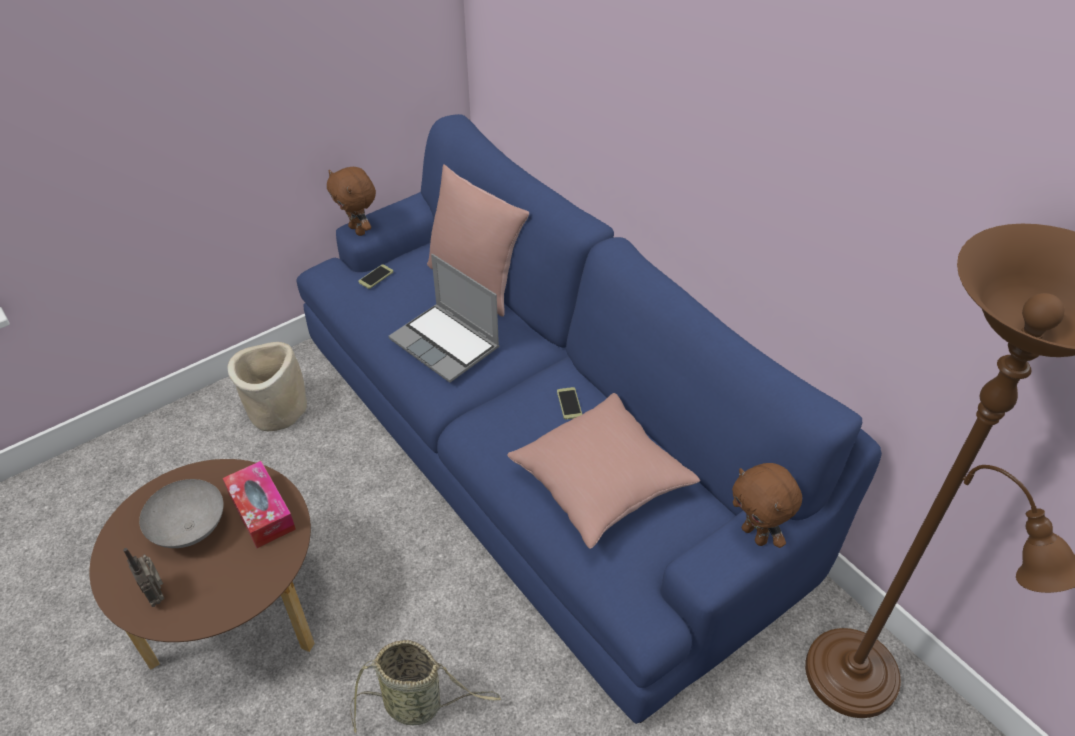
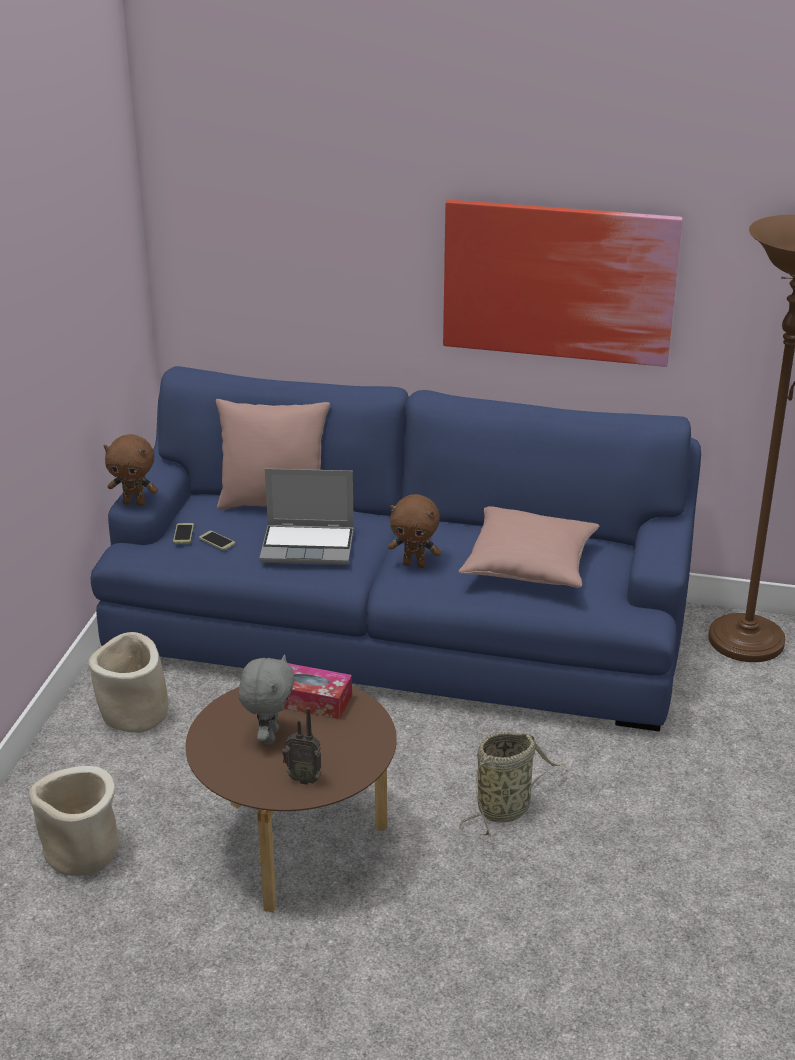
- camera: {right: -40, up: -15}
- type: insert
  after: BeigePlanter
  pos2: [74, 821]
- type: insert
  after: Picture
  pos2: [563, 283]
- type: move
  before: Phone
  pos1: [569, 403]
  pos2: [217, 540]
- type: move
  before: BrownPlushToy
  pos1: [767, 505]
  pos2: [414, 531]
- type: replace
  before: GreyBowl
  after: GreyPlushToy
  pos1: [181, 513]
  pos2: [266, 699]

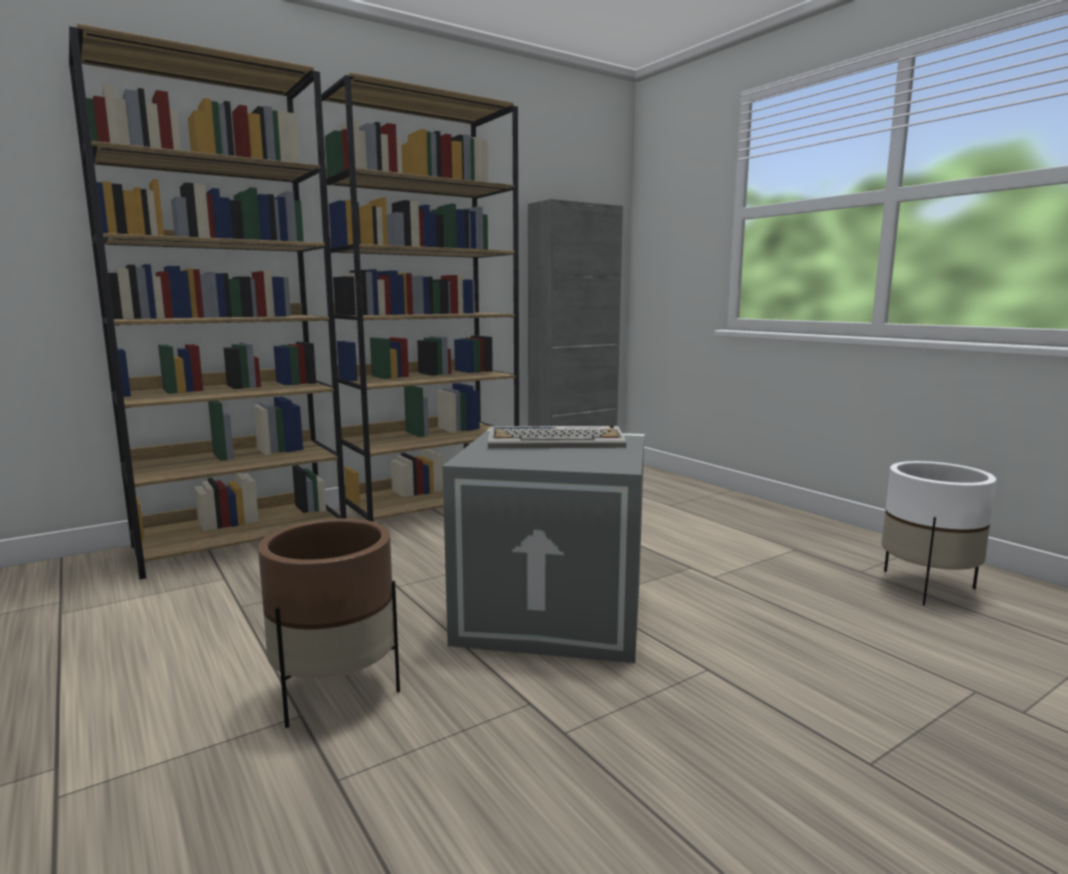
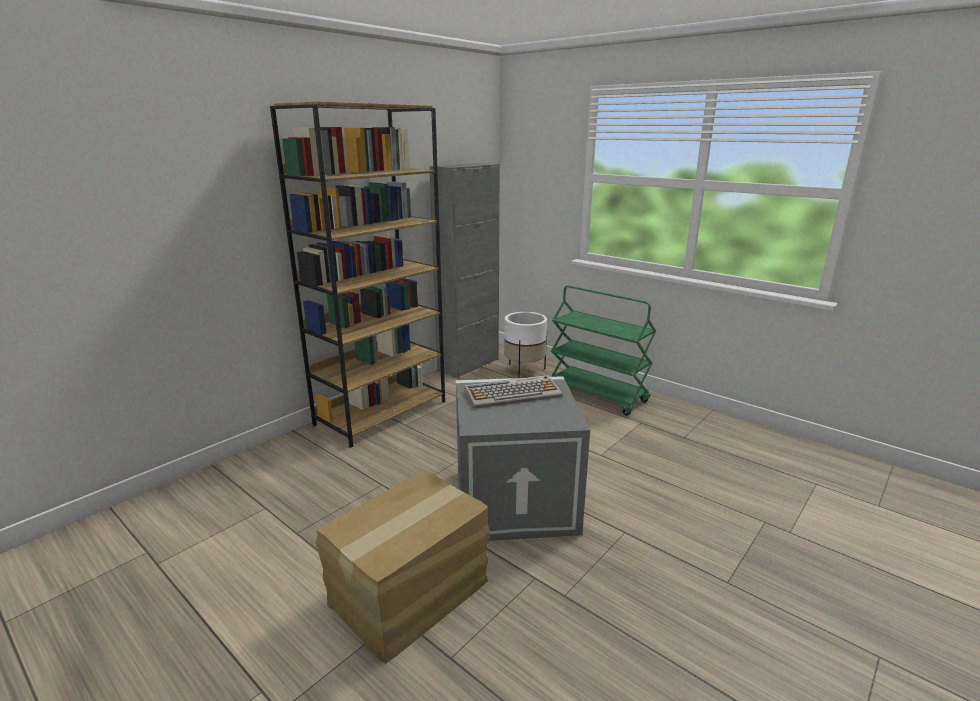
- camera: {right: -15, up: 10}
- type: delete
  before: BrownBookcase
  pos1: [208, 301]
- type: insert
  after: GreenCart
  pos2: [603, 350]
- type: move
  before: WhitePlanter
  pos1: [938, 533]
  pos2: [525, 345]
- type: replace
  before: BrownPlanter
  after: CardboardBox
  pos1: [329, 623]
  pos2: [403, 567]

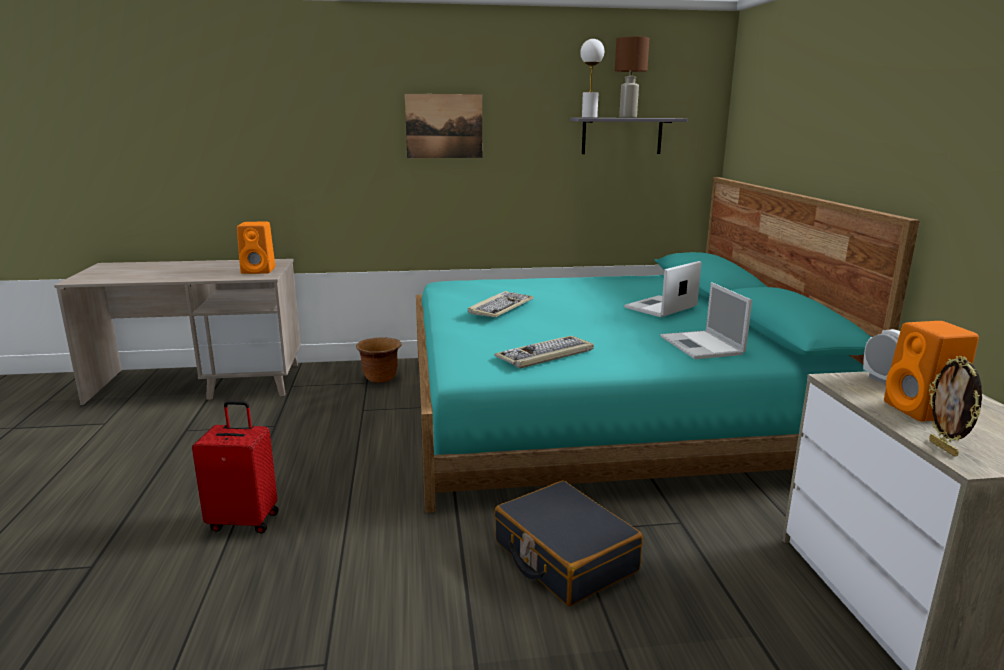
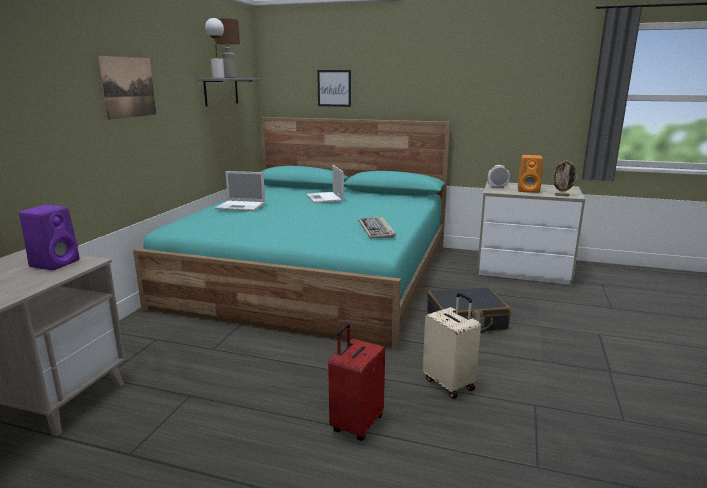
- camera: {right: -65, up: 0}
- type: delete
  before: BrownPlanter
  pos1: [378, 360]
- type: delete
  before: Keyboard
  pos1: [501, 304]
- type: insert
  after: Picture
  pos2: [334, 88]
- type: insert
  after: BeigeSuitcase
  pos2: [452, 346]
- type: move
  before: Laptop
  pos1: [706, 320]
  pos2: [240, 191]
- type: recolor
  before: OrangeSpeaker
  after: PurpleSpeaker
  pos1: [256, 248]
  pos2: [49, 237]

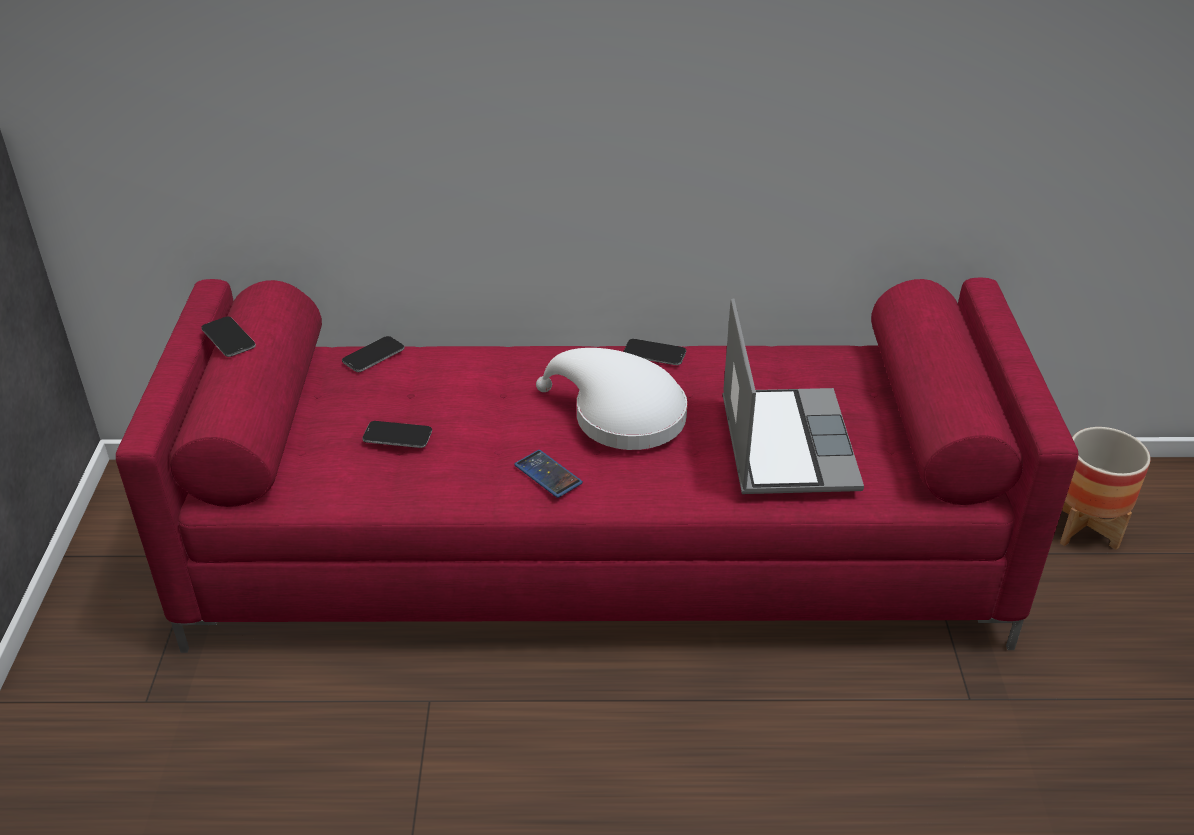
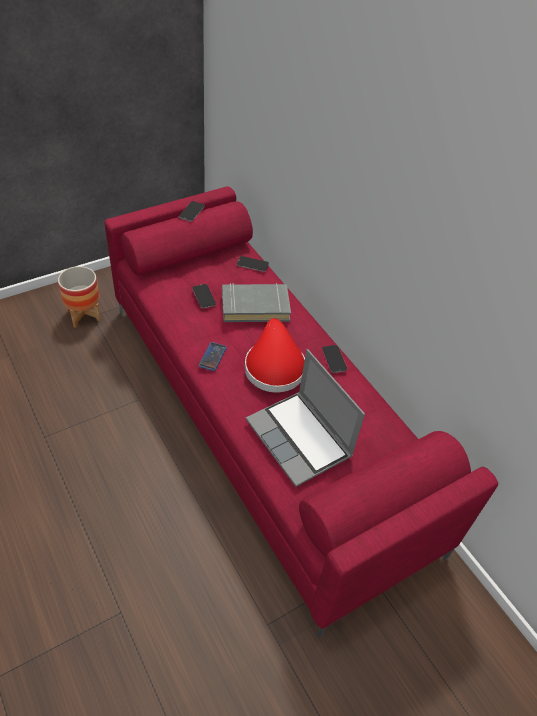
- camera: {right: 55, up: 10}
- type: insert
  after: GreyBook
  pos2: [256, 302]
- type: move
  before: Planter
  pos1: [1105, 488]
  pos2: [79, 297]
- type: recolor
  before: WhiteHat
  after: RedHat
  pos1: [611, 399]
  pos2: [275, 355]
- type: rotate
  before: Laptop
  pos1: [793, 396]
  pos2: [305, 418]
  turn: 90

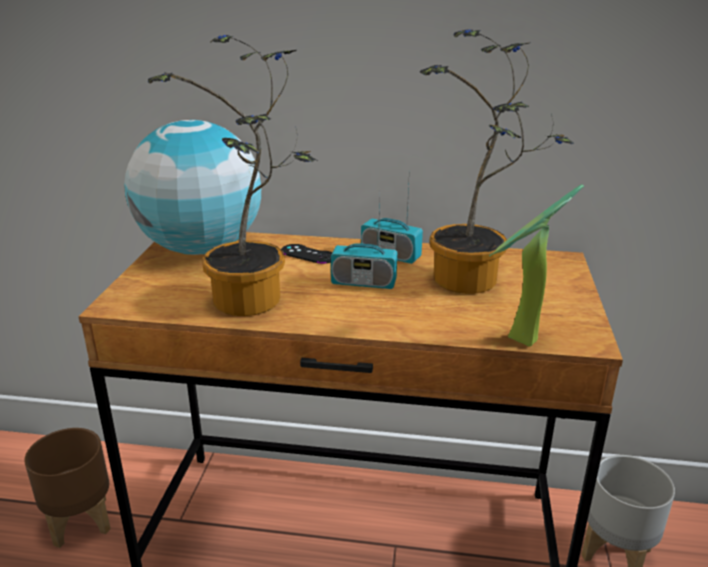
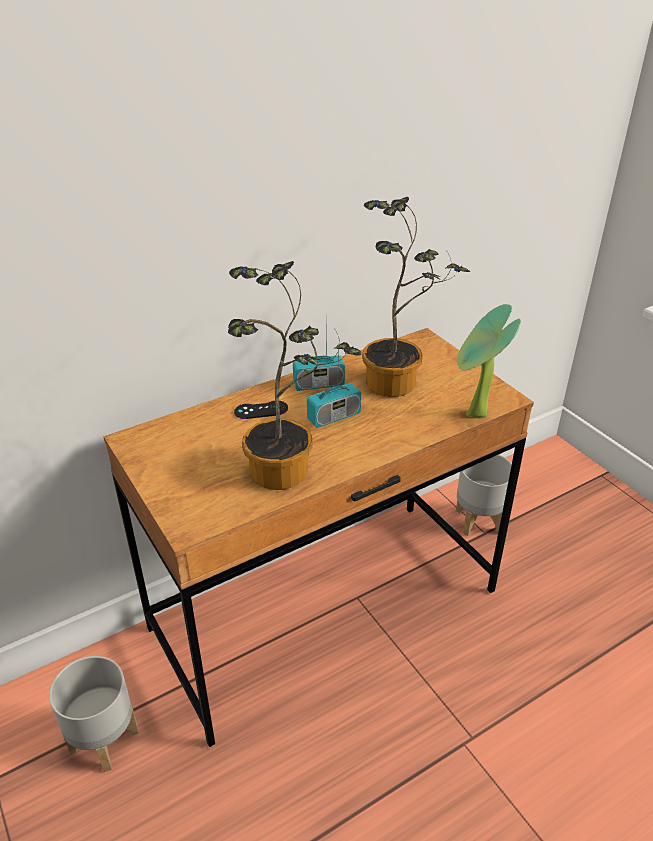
- camera: {right: -40, up: 10}
- type: delete
  before: Globe
  pos1: [192, 187]
- type: recolor
  before: BrownPlanter
  after: GreyPlanter
  pos1: [67, 488]
  pos2: [94, 714]

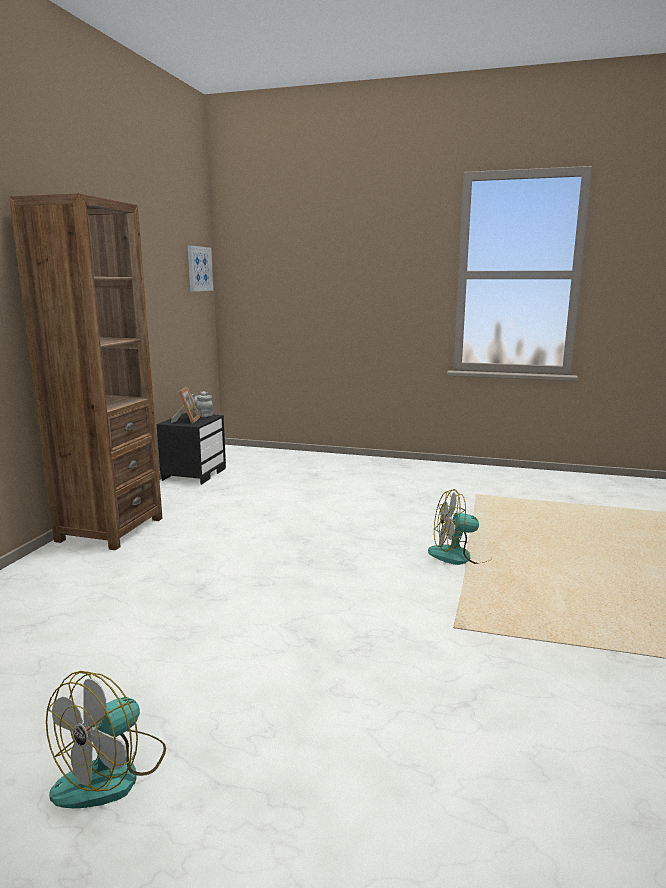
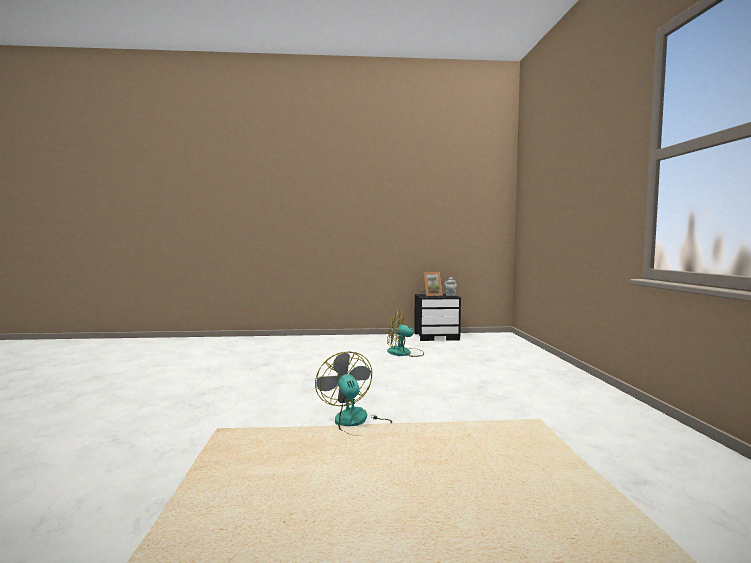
- camera: {right: 70, up: -10}
- type: delete
  before: BrownBookcase
  pos1: [85, 371]
- type: delete
  before: Picture
  pos1: [200, 268]
- type: move
  before: Fan
  pos1: [106, 739]
  pos2: [405, 333]

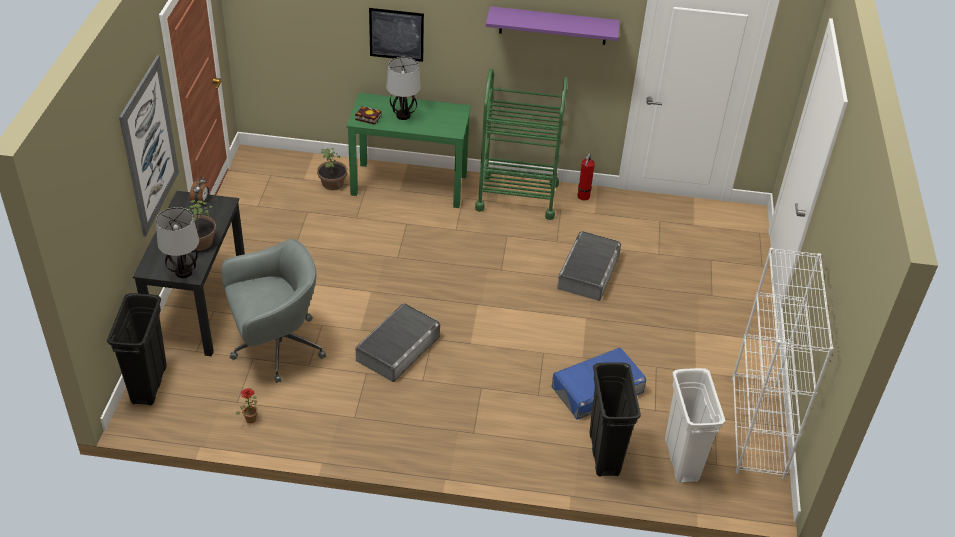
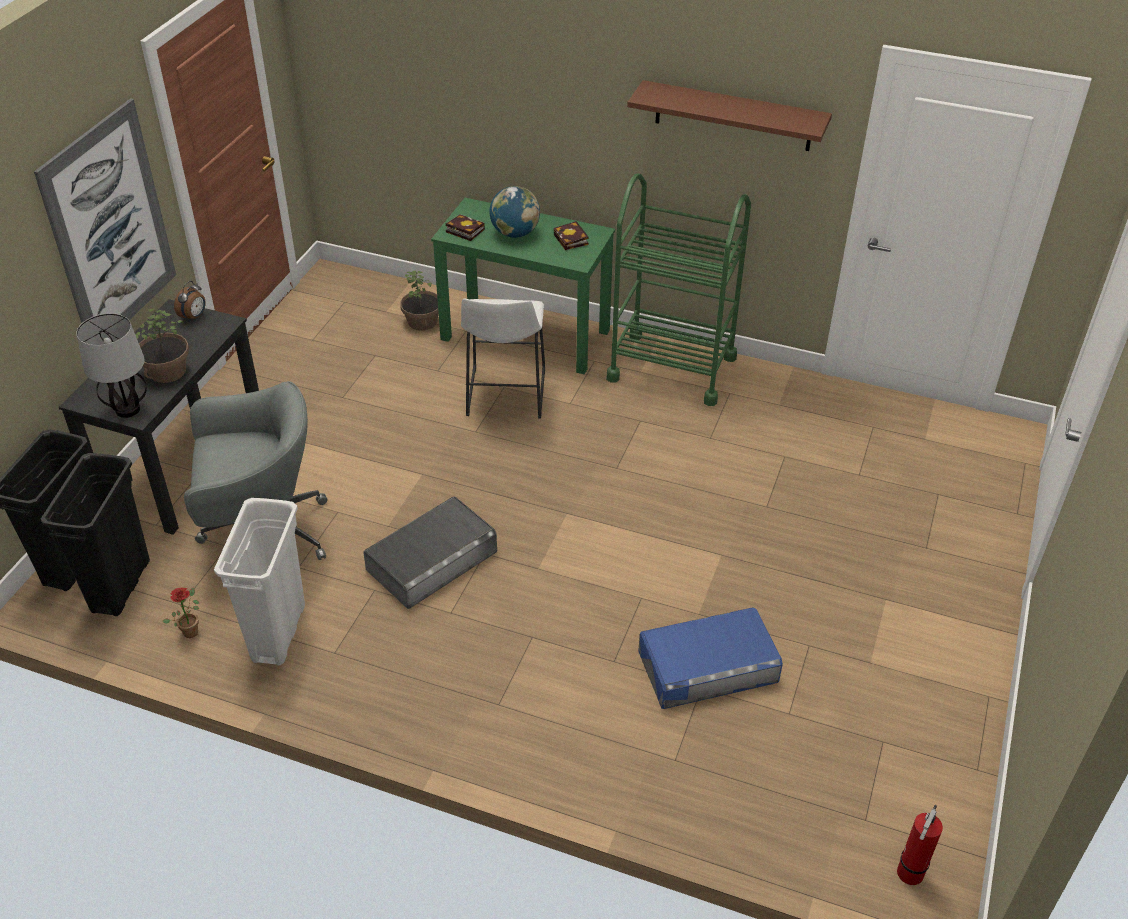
- camera: {right: 15, up: 0}
- type: delete
  before: Picture
  pos1: [396, 35]
- type: delete
  before: GreyStorageBox
  pos1: [589, 266]
- type: delete
  before: WhiteBookcase
  pos1: [782, 364]
- type: insert
  after: WhiteStool
  pos2: [503, 358]
- type: insert
  after: Book
  pos2: [570, 235]
- type: move
  before: FireExtinguisher
  pos1: [586, 177]
  pos2: [920, 845]
- type: move
  before: BlackTrashCan
  pos1: [615, 419]
  pos2: [95, 534]
- type: move
  before: WhiteTrashCan
  pos1: [695, 425]
  pos2: [259, 582]
- type: replace
  before: TableLamp
  after: Globe
  pos1: [403, 88]
  pos2: [514, 212]
- type: recolor
  before: PurpleShelf
  after: BrownShelf
  pos1: [553, 25]
  pos2: [729, 115]

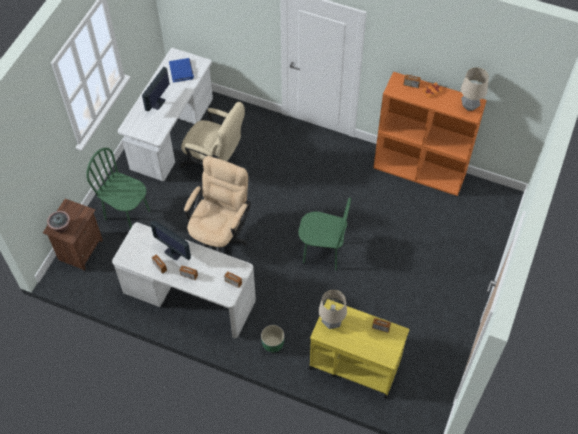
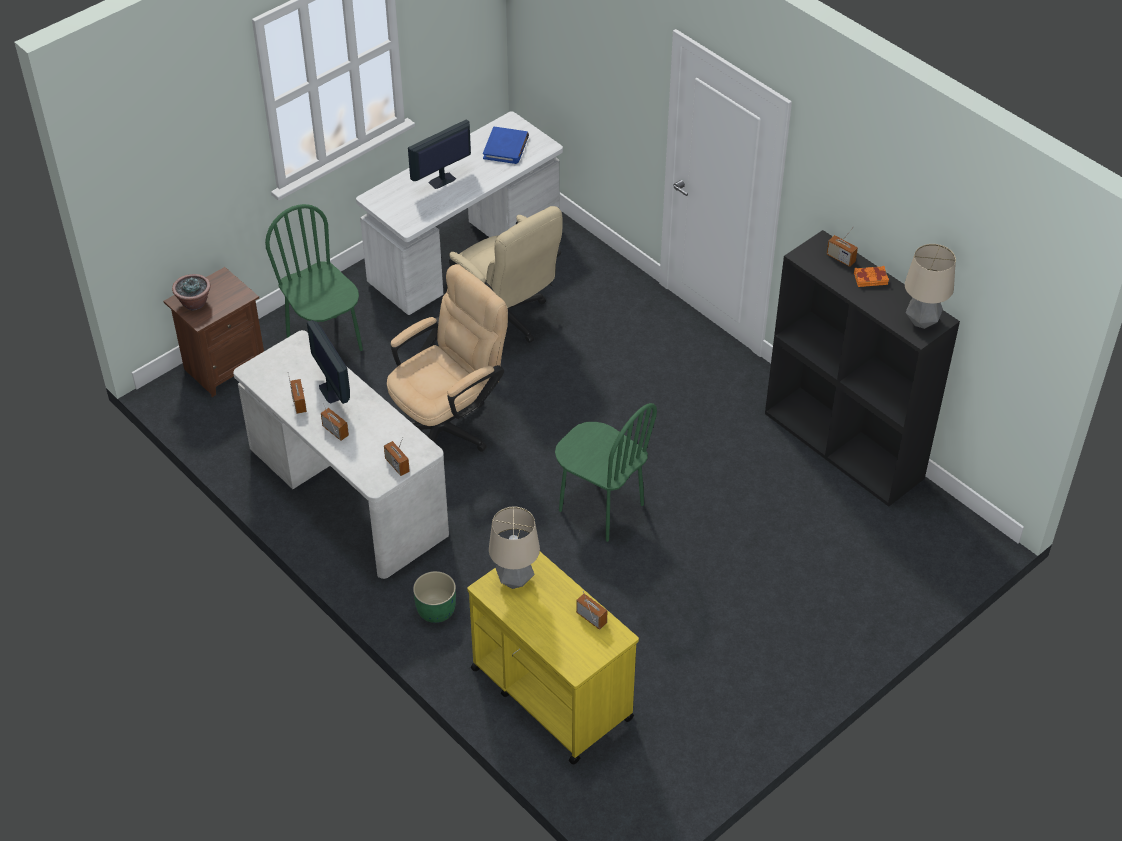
- camera: {right: 25, up: -10}
- type: recolor
  before: OrangeBookcase
  after: BlackBookcase
  pos1: [430, 134]
  pos2: [862, 368]

